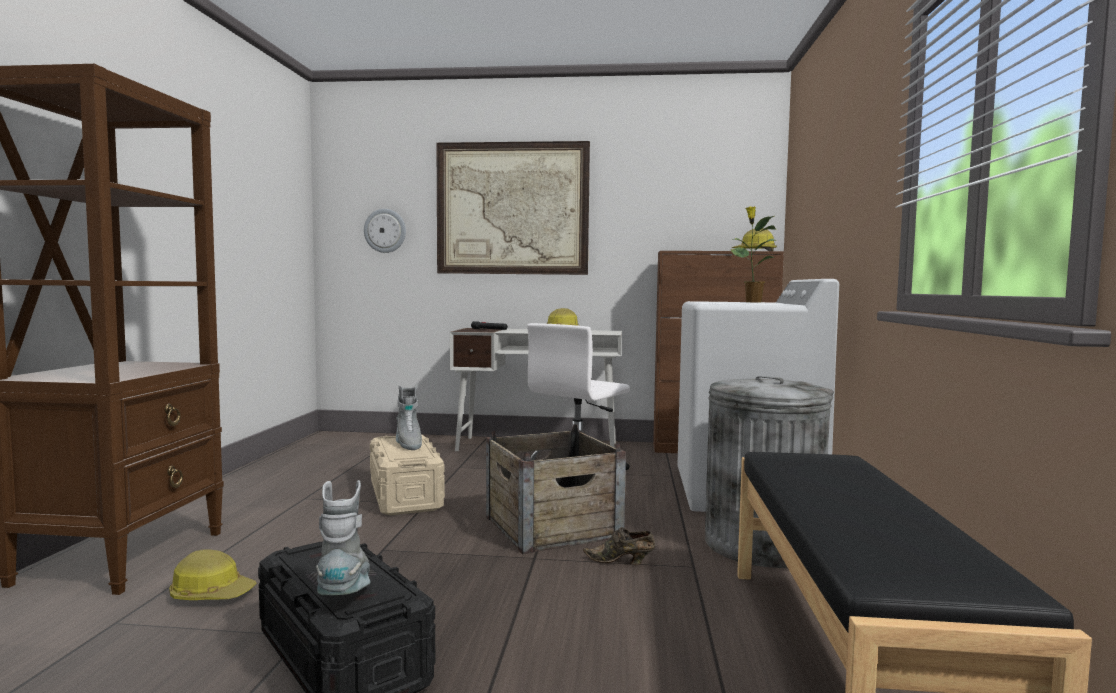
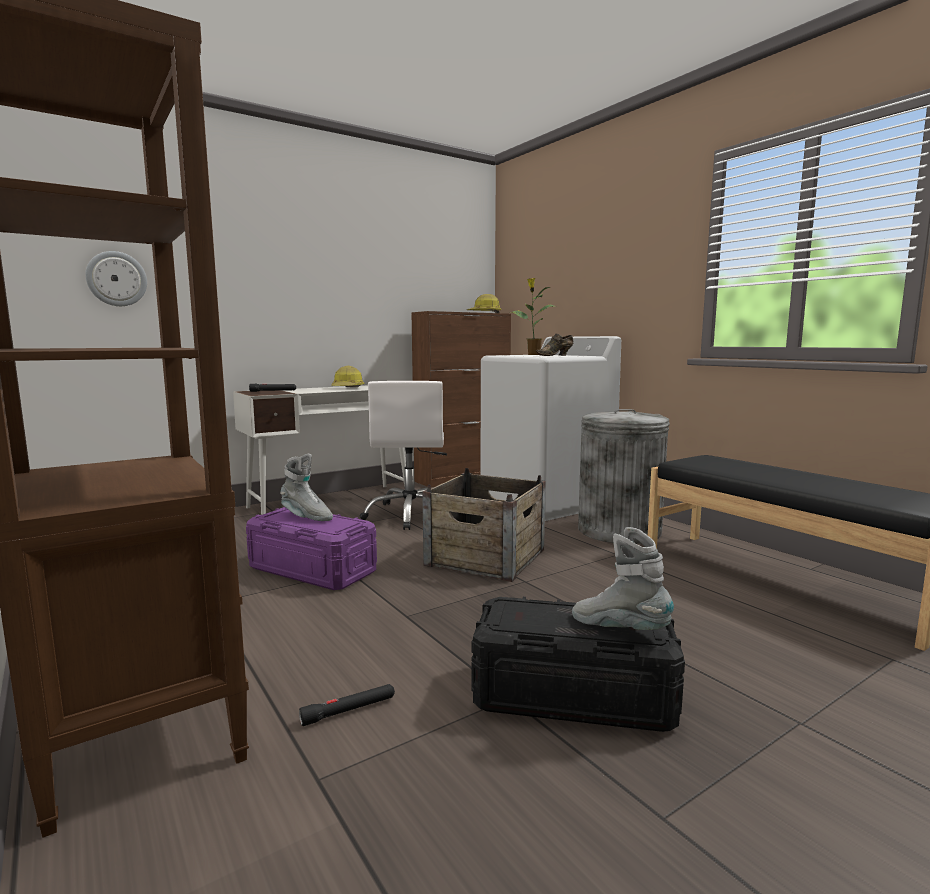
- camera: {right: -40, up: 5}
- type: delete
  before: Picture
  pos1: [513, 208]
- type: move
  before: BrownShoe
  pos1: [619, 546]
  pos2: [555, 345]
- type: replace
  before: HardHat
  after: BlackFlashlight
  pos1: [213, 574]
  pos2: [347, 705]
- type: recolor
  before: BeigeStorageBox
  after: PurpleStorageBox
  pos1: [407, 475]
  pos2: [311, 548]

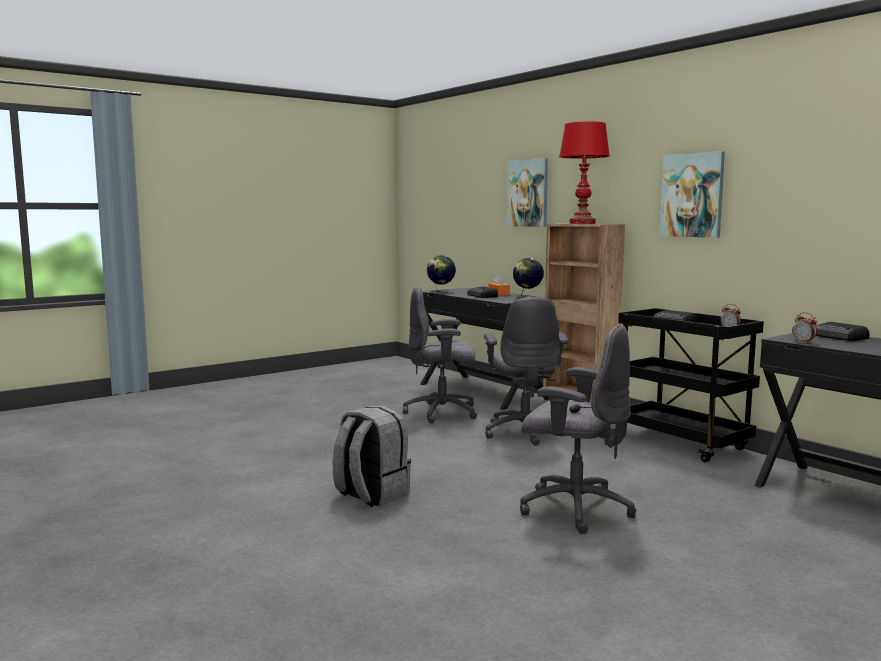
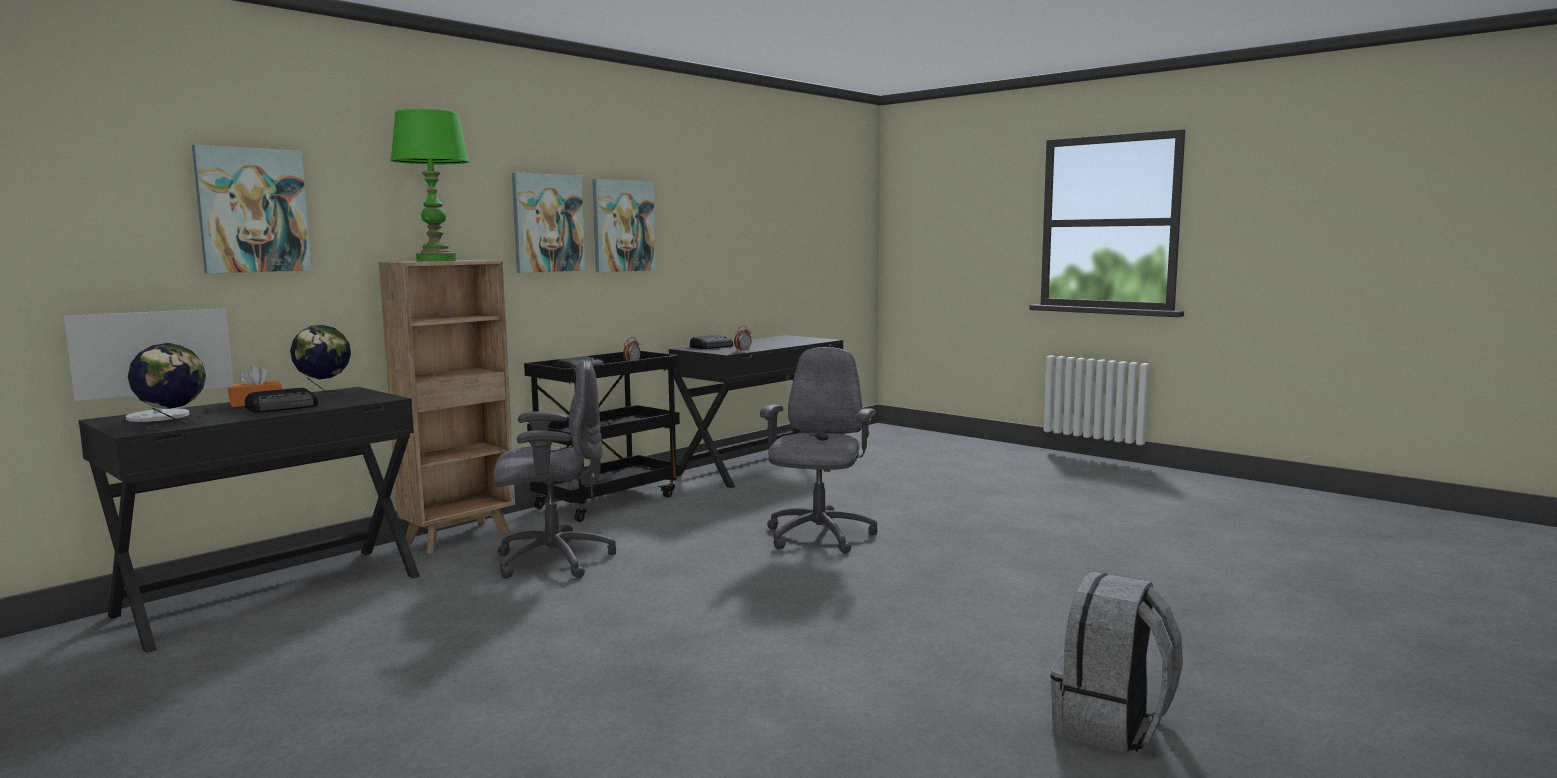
- camera: {right: -100, up: 0}
- type: delete
  before: GreyOfficeChair
  pos1: [440, 355]
- type: insert
  after: Monitor
  pos2: [149, 365]
- type: insert
  after: Picture
  pos2: [624, 225]
- type: move
  before: GreyBackpack
  pos1: [372, 456]
  pos2: [1116, 663]
- type: recolor
  before: RedTableLamp
  after: GreenTableLamp
  pos1: [584, 172]
  pos2: [429, 185]

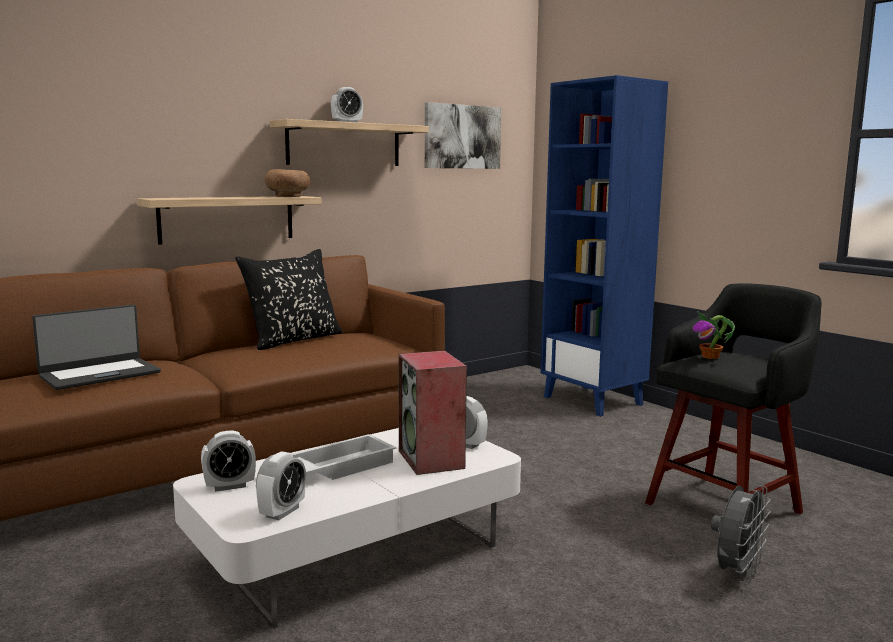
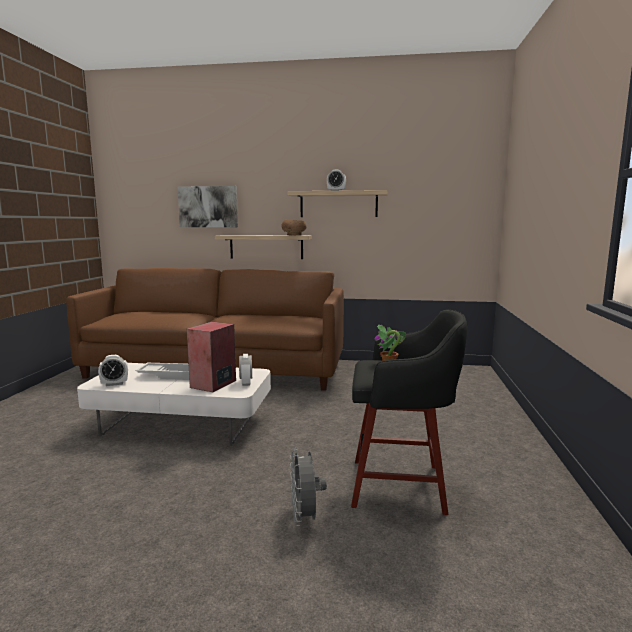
- camera: {right: 45, up: 0}
- type: delete
  before: Laptop
  pos1: [96, 347]
- type: delete
  before: AlarmClock
  pos1: [228, 461]
- type: delete
  before: BlackPillow
  pos1: [289, 299]
- type: delete
  before: BlueBookcase
  pos1: [604, 246]
- type: move
  before: Picture
  pos1: [463, 135]
  pos2: [208, 206]
- type: rotate
  before: GreyFan
  pos1: [741, 534]
  pos2: [308, 487]
  turn: 90

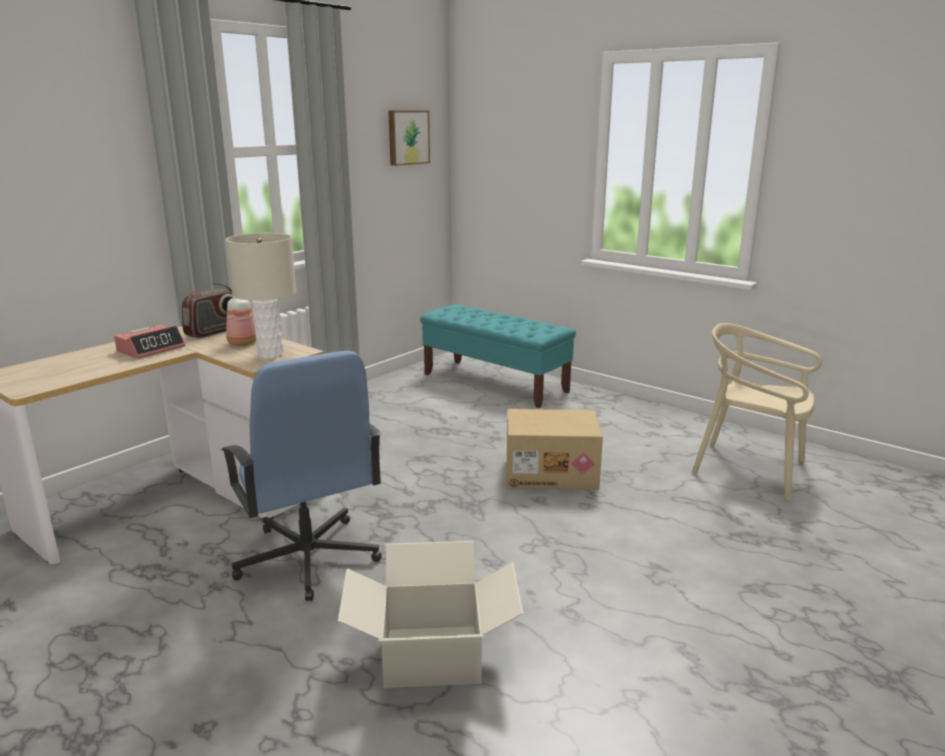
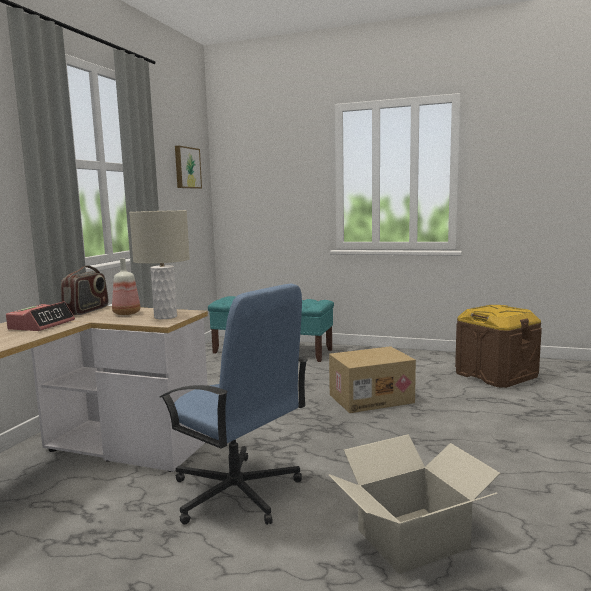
- camera: {right: -20, up: -10}
- type: replace
  before: BeigeChair
  after: BrownStorageBox
  pos1: [757, 412]
  pos2: [498, 346]

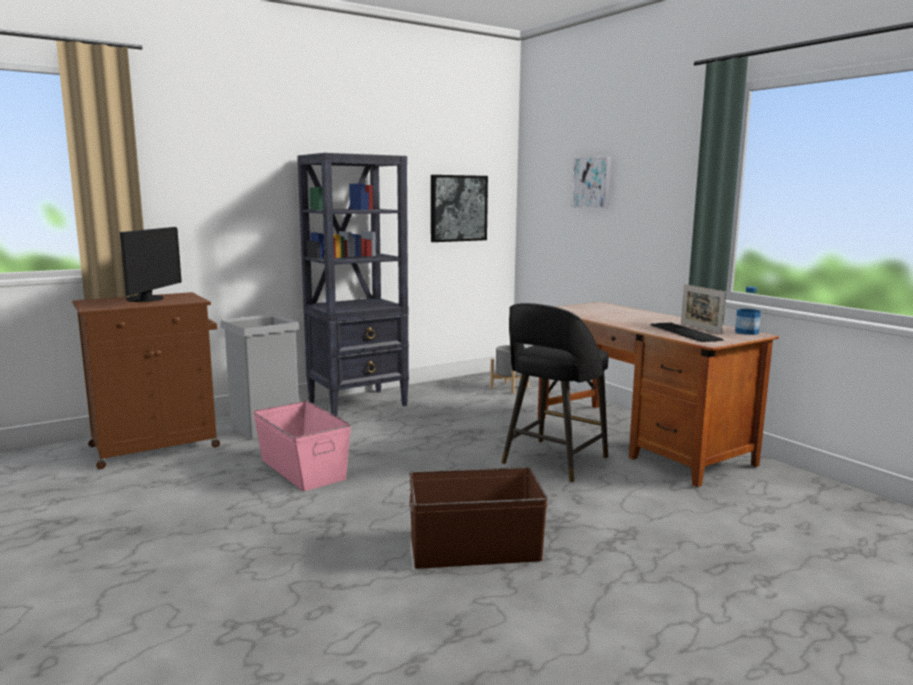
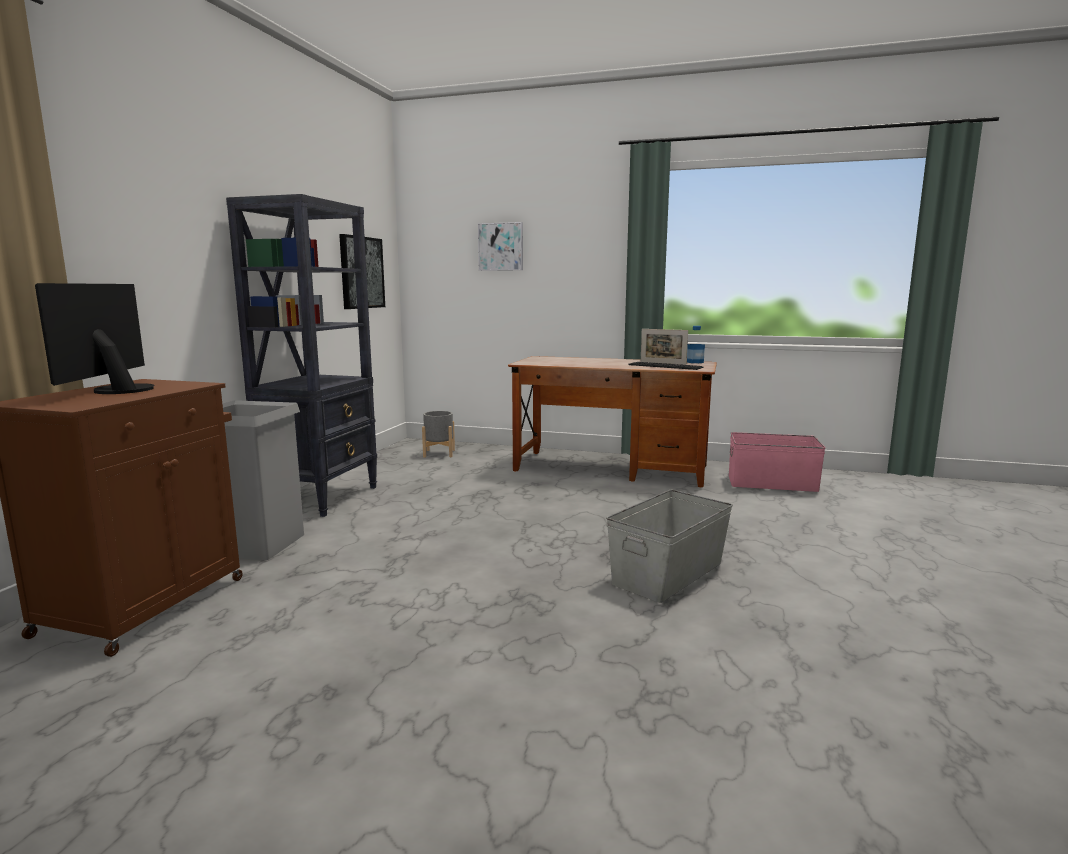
- camera: {right: -40, up: 0}
- type: delete
  before: BlackStool
  pos1: [555, 393]
- type: move
  before: PinkStorageBox
  pos1: [302, 446]
  pos2: [777, 462]
- type: recolor
  before: BrownStorageBox
  after: GreyStorageBox
  pos1: [478, 518]
  pos2: [669, 546]
- type: rotate
  before: Monitor
  pos1: [151, 264]
  pos2: [95, 338]
  turn: -150

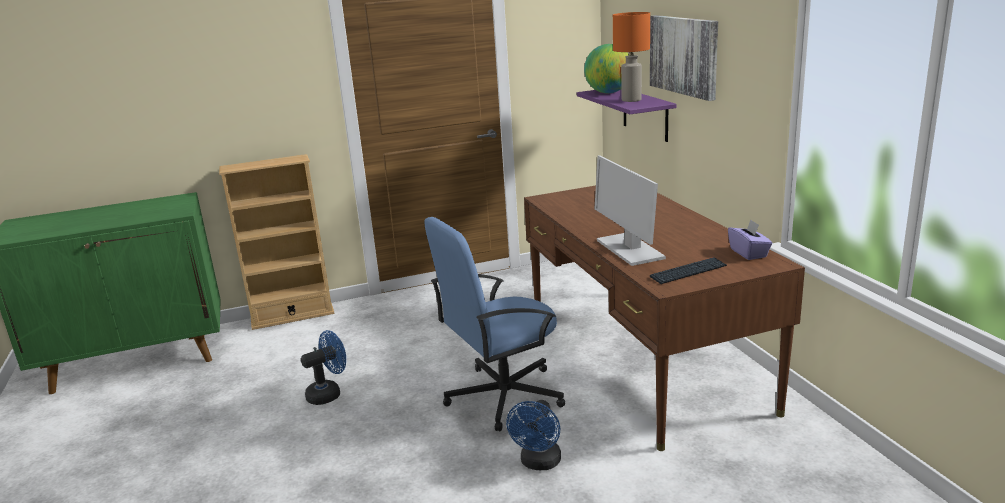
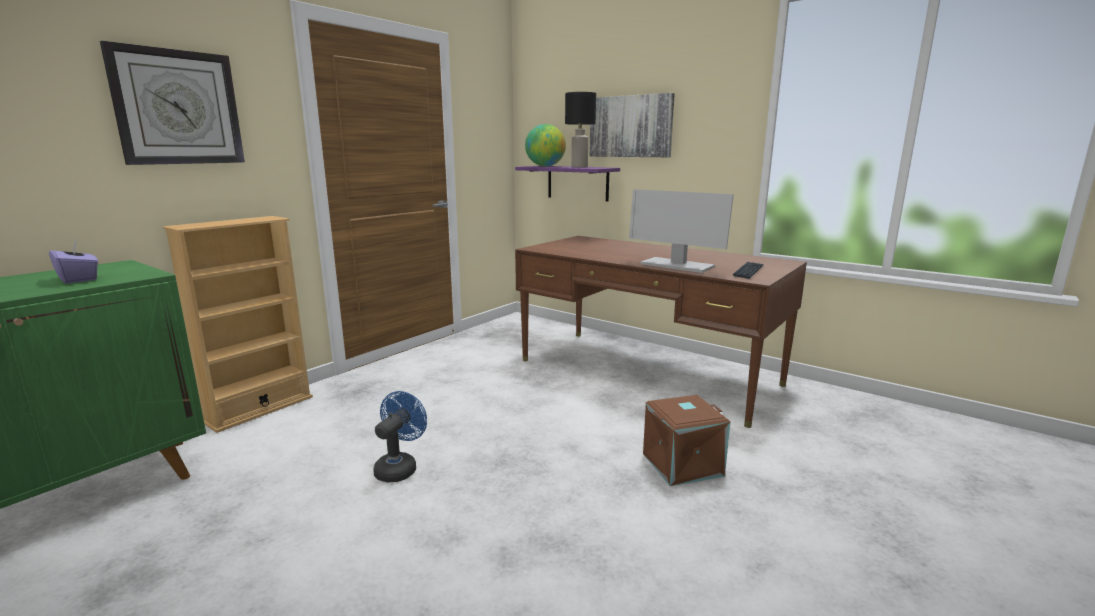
- camera: {right: -35, up: -5}
- type: delete
  before: BlueOfficeChair
  pos1: [495, 324]
- type: insert
  after: WallClock
  pos2: [172, 103]
- type: move
  before: PurpleTissueBox
  pos1: [750, 240]
  pos2: [73, 262]
- type: replace
  before: BlueFan
  after: BrownStorageBox
  pos1: [533, 435]
  pos2: [686, 440]
- type: recolor
  before: OrangeTableLamp
  after: BlackTableLamp
  pos1: [631, 57]
  pos2: [580, 130]

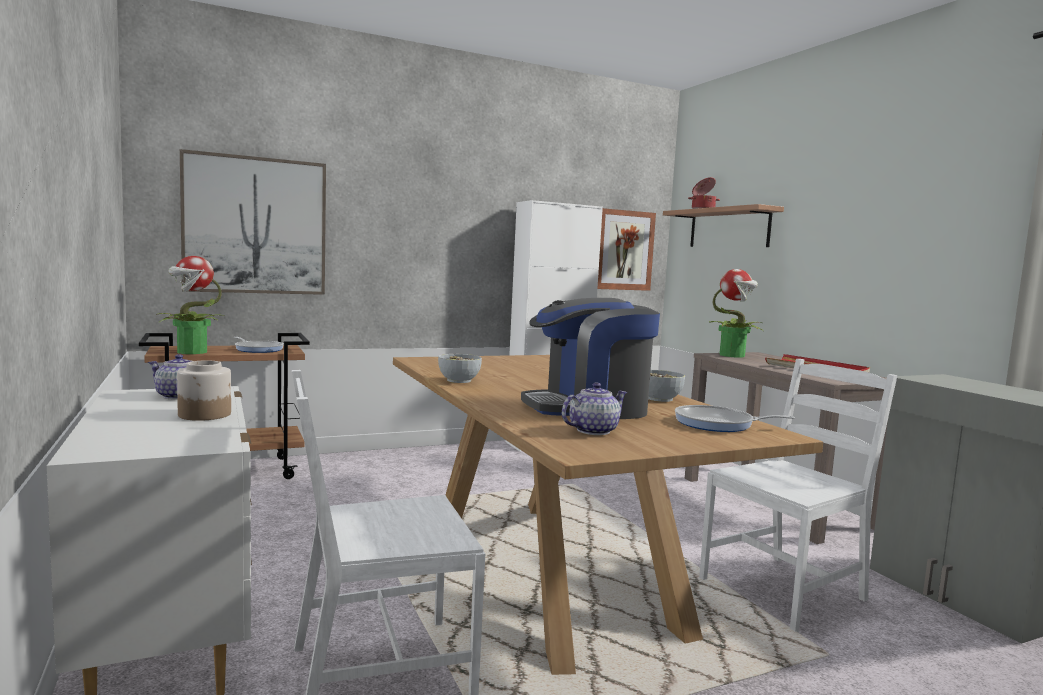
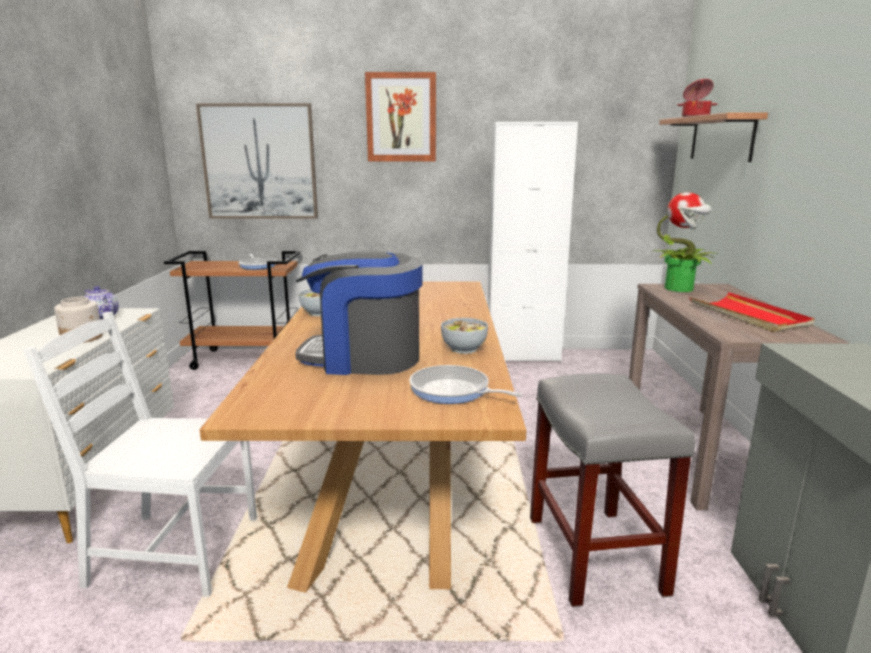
- camera: {right: 25, up: 10}
- type: delete
  before: PottedPlant
  pos1: [190, 305]
- type: delete
  before: Teapot
  pos1: [594, 408]
- type: move
  before: Picture
  pos1: [626, 249]
  pos2: [400, 116]
- type: replace
  before: WhiteChair
  after: GreyStool
  pos1: [798, 495]
  pos2: [612, 490]

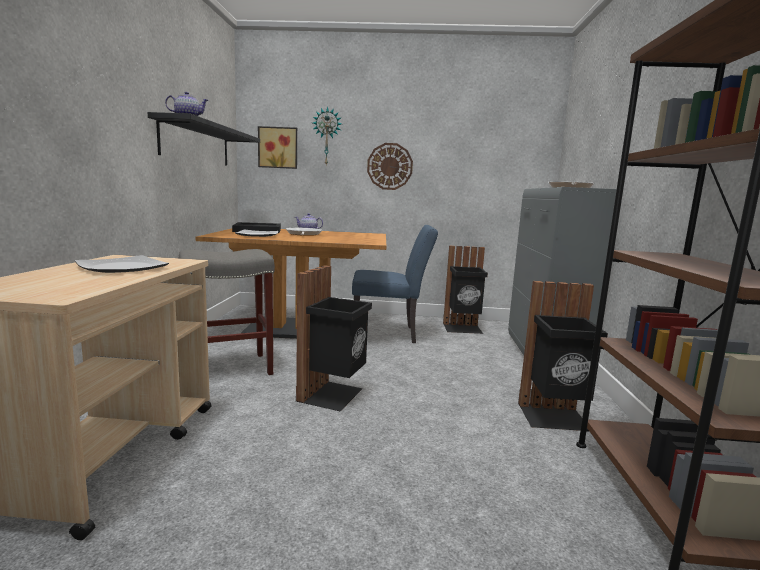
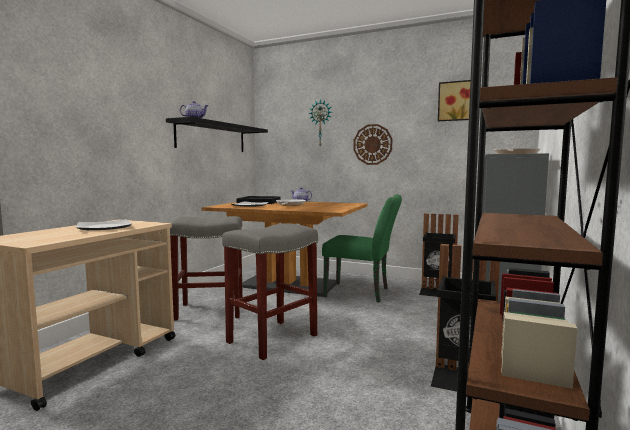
- camera: {right: 20, up: -5}
- type: move
  before: Picture
  pos1: [277, 147]
  pos2: [454, 100]
- type: replace
  before: BlackTrashCan
  after: GreyStool
  pos1: [334, 338]
  pos2: [270, 291]
- type: recolor
  before: BlueChair
  after: GreenChair
  pos1: [395, 284]
  pos2: [362, 248]

